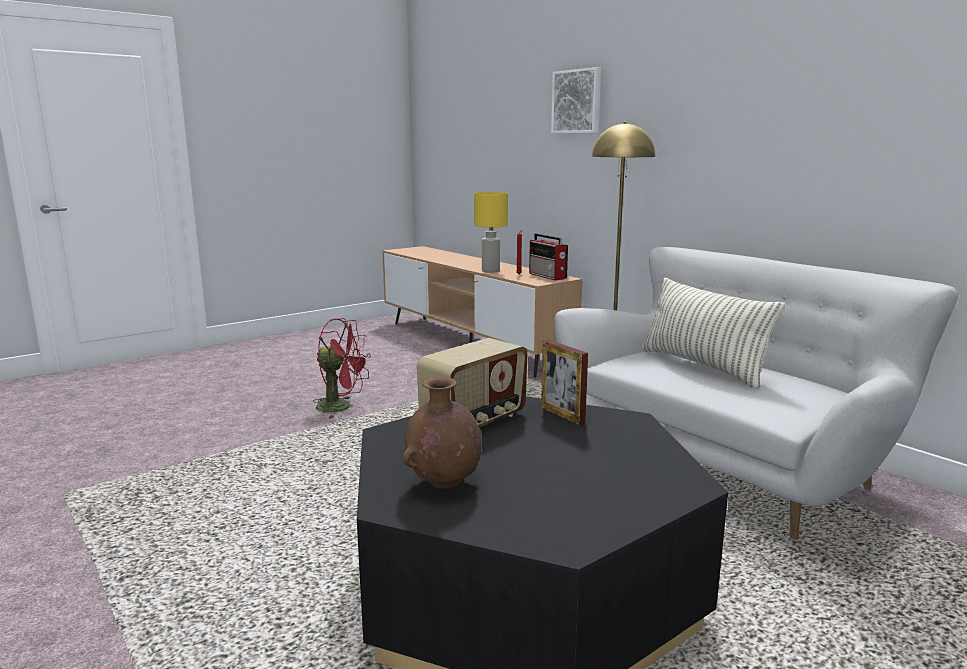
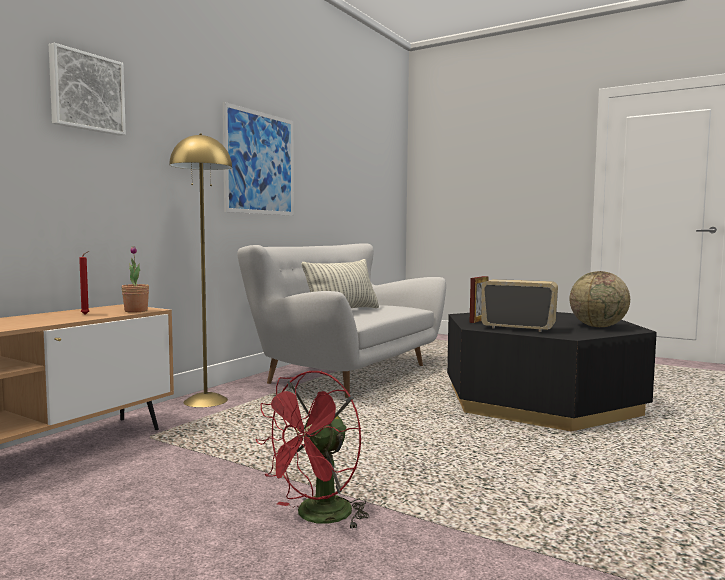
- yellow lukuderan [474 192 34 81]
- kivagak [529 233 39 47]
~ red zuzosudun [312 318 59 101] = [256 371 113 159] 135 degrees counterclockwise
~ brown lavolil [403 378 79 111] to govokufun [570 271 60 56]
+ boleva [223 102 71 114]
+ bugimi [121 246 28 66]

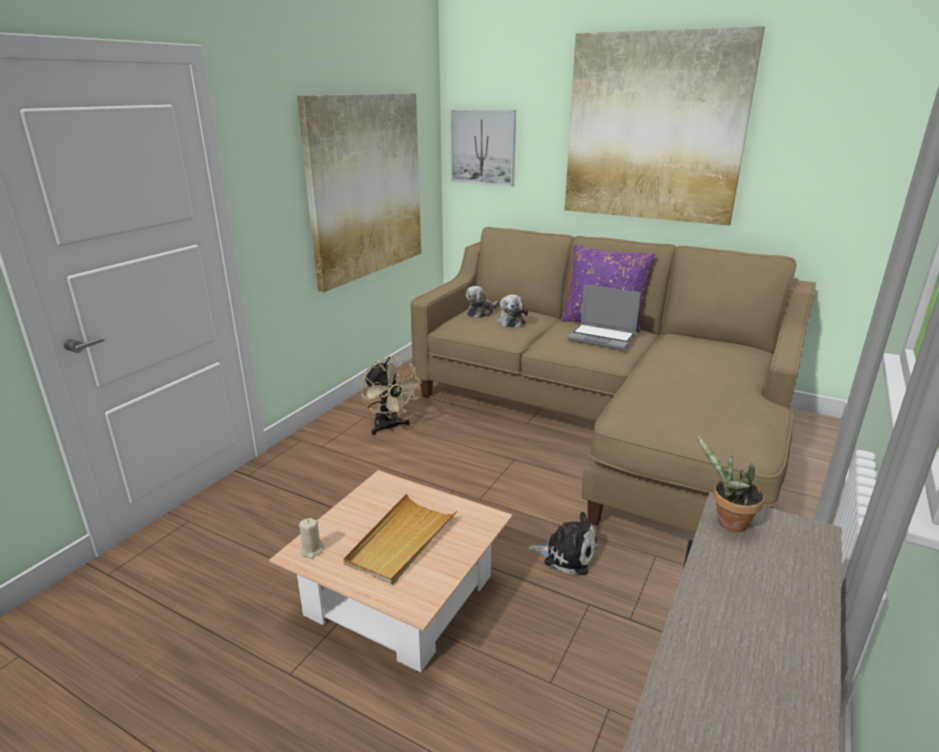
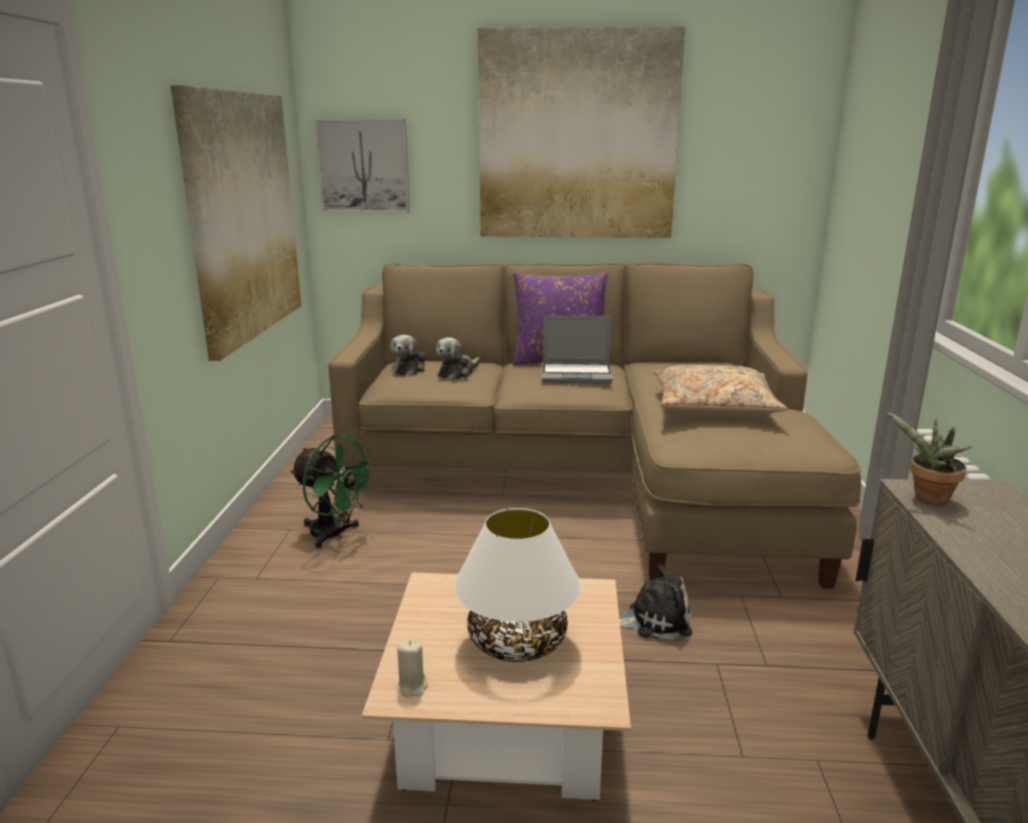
~ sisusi [497 294 31 34] = [436 337 44 43] 60 degrees clockwise
~ beige zuzosudun [361 357 61 78] to green zuzosudun [290 434 87 114]
~ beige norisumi [343 494 114 91] to white lukuderan [454 508 127 154]
+ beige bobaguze [654 365 134 51]

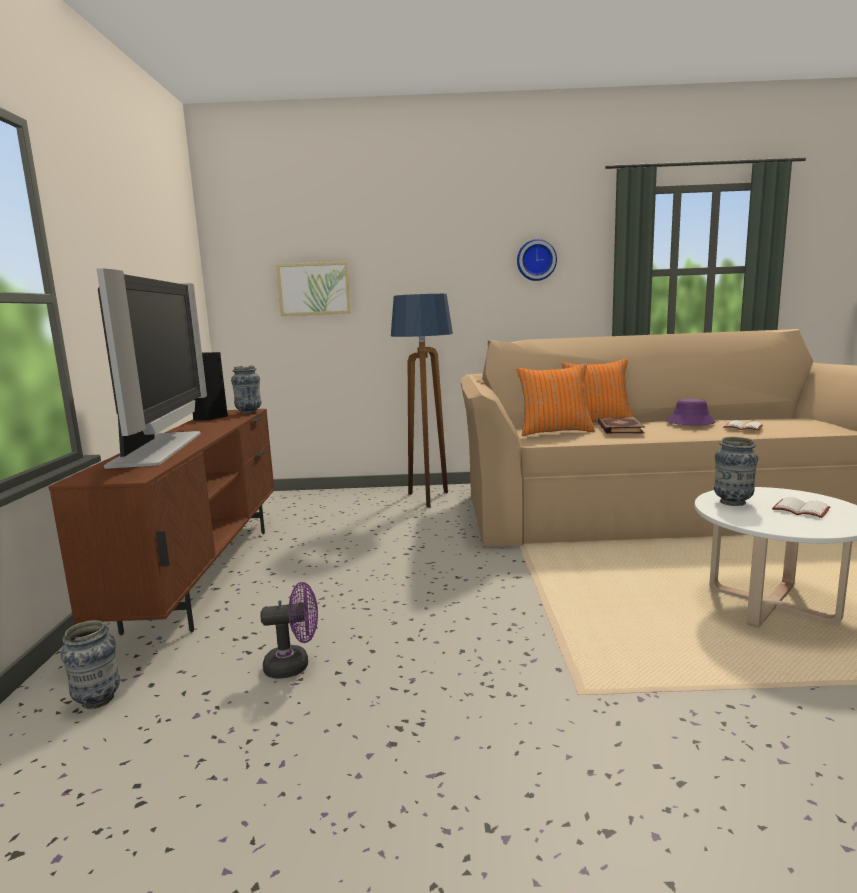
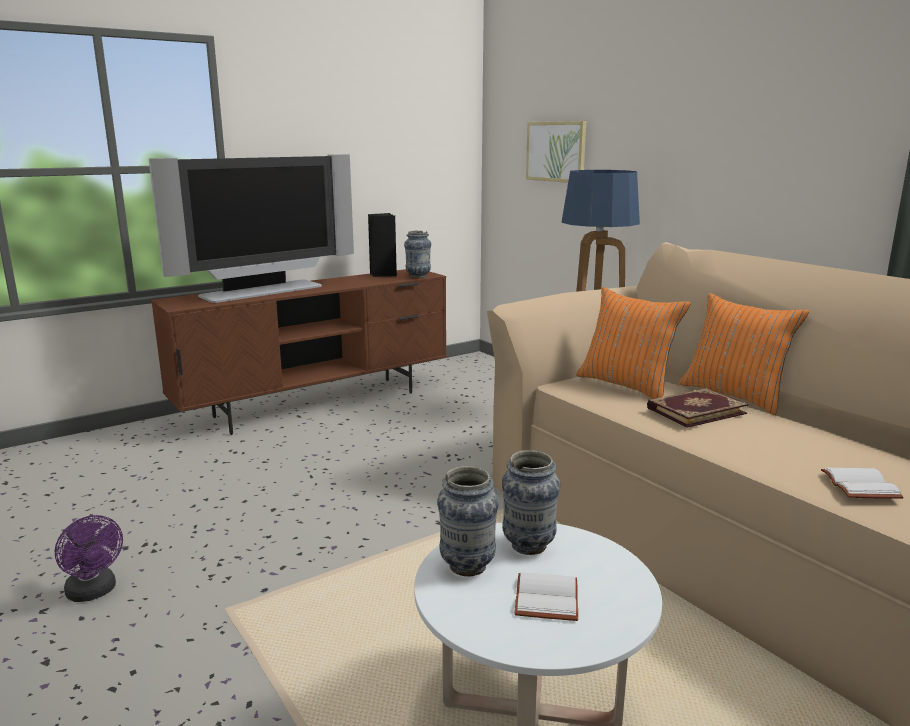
- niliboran [517 239 40 42]
- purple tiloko [666 399 49 26]
~ purple zuzosudun [260 582 58 97] to [55 515 68 87]
~ lavolil [61 620 59 89] to [437 466 62 111]

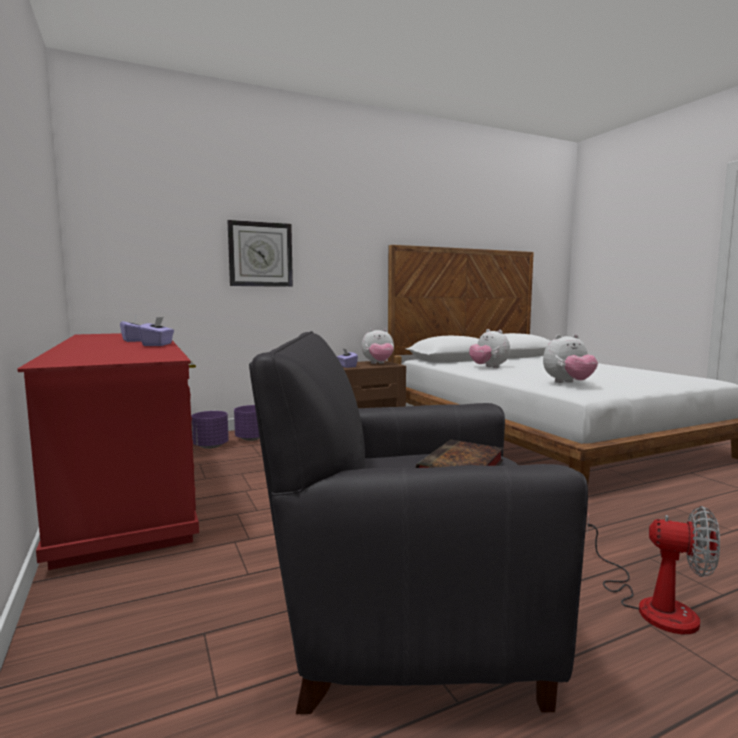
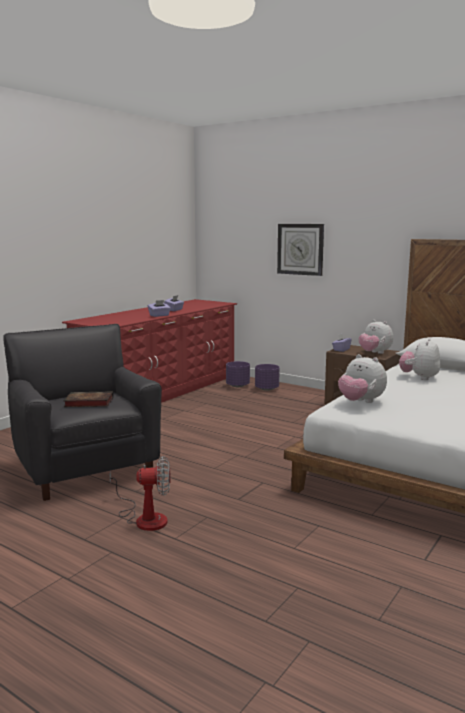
~ zuzosudun [587 506 133 128] = [110 456 60 75] 90 degrees counterclockwise

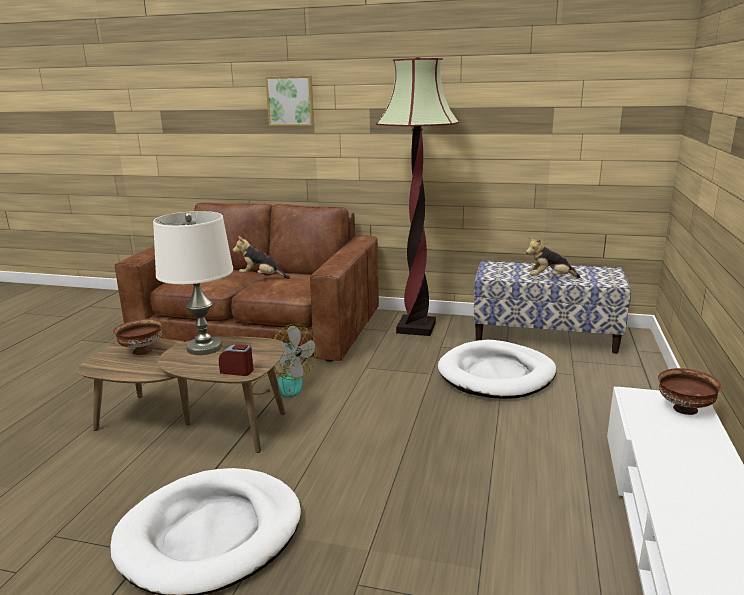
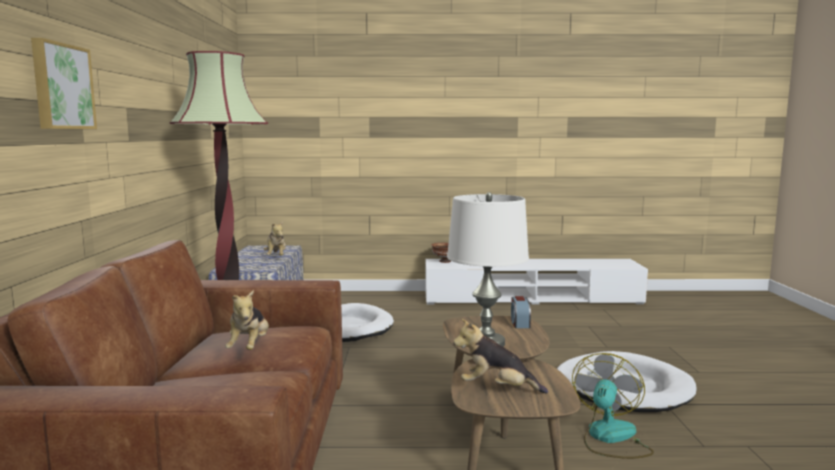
~ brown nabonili [113 319 49 36] to sisusi [453 318 95 76]
~ zuzosudun [252 324 65 74] to [572 353 82 106]

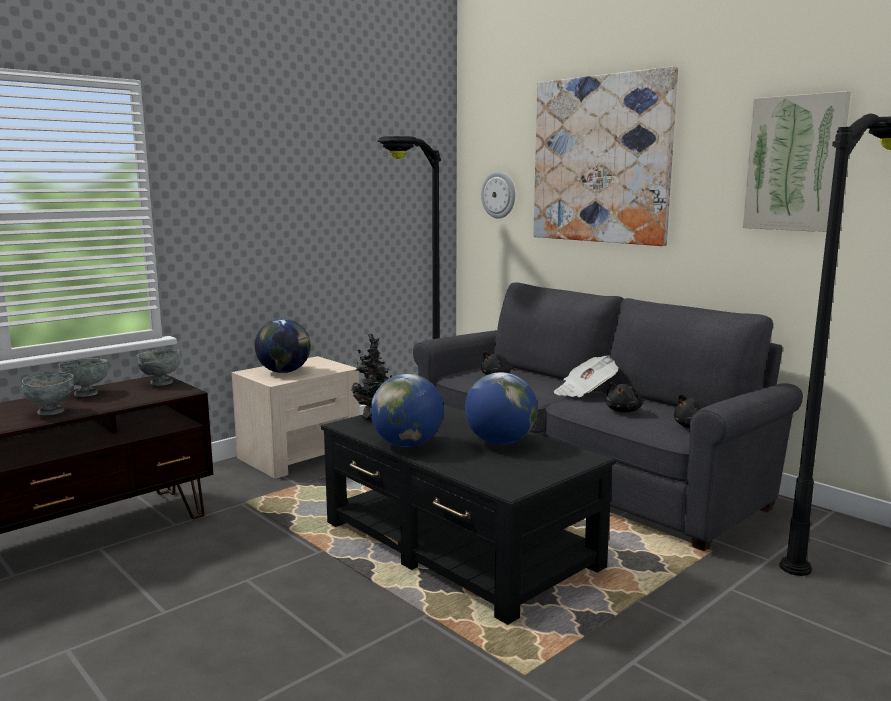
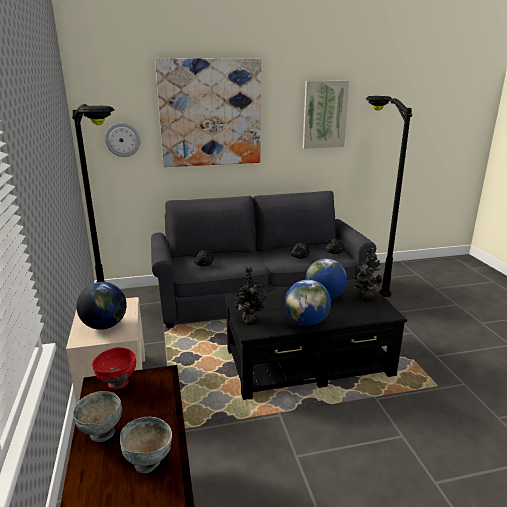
~ grey nabonili [137 349 43 37] to red nabonili [92 347 44 43]
- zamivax [554 355 64 42]
+ bugimi [353 248 29 51]

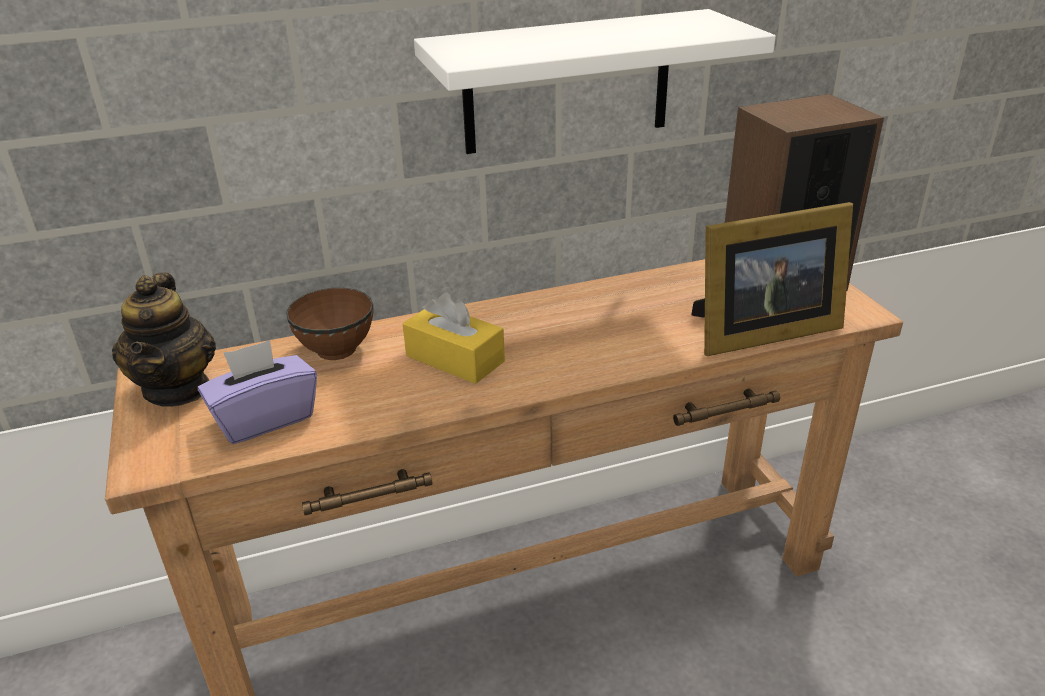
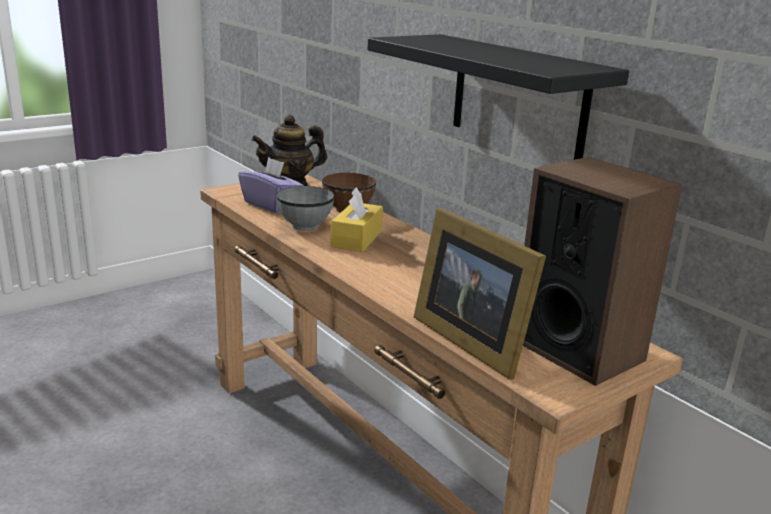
~ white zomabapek [414 9 362 145] to black zomabapek [368 34 261 126]
+ grey nabonili [276 186 59 45]

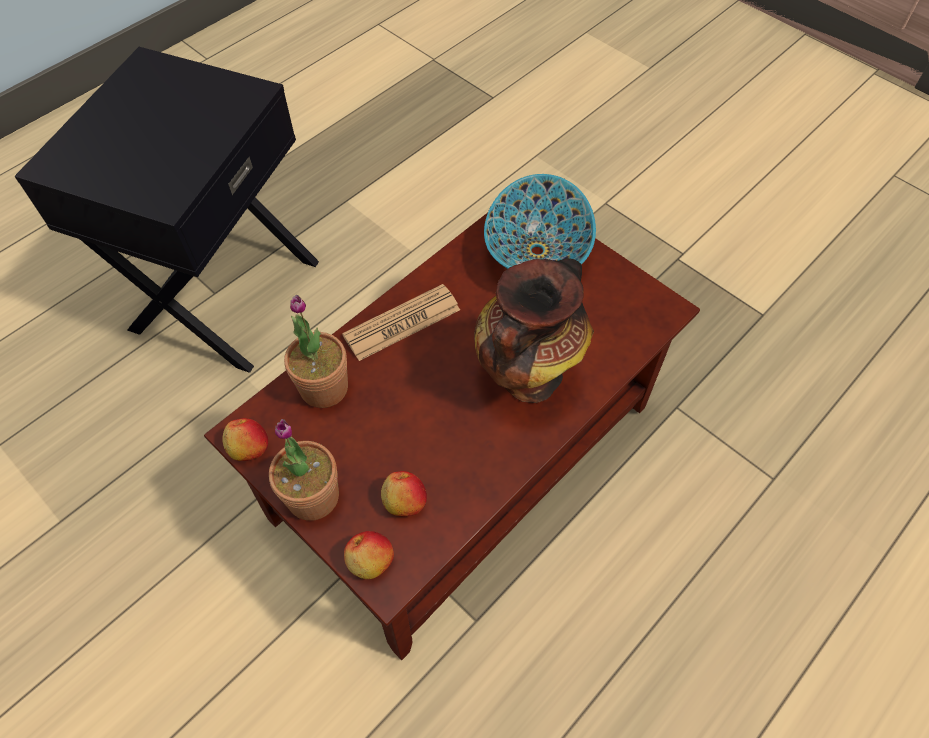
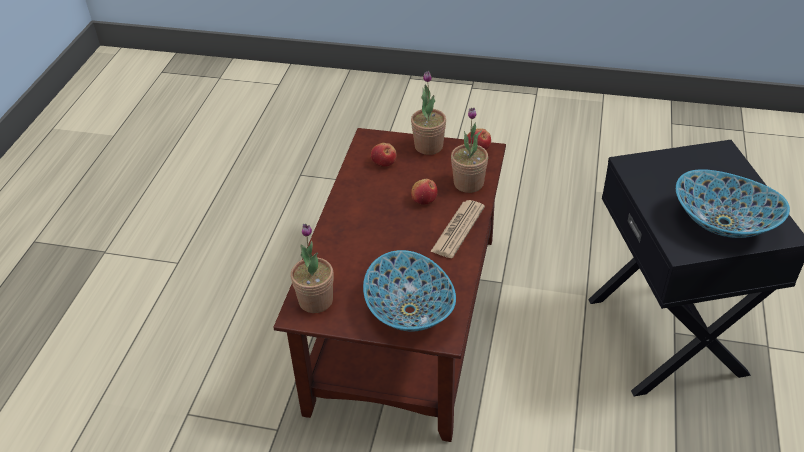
- lavolil [474 258 120 145]
~ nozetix [344 531 50 48] to [411 179 27 26]
+ nabonili [676 169 114 69]
+ bugimi [291 224 43 89]

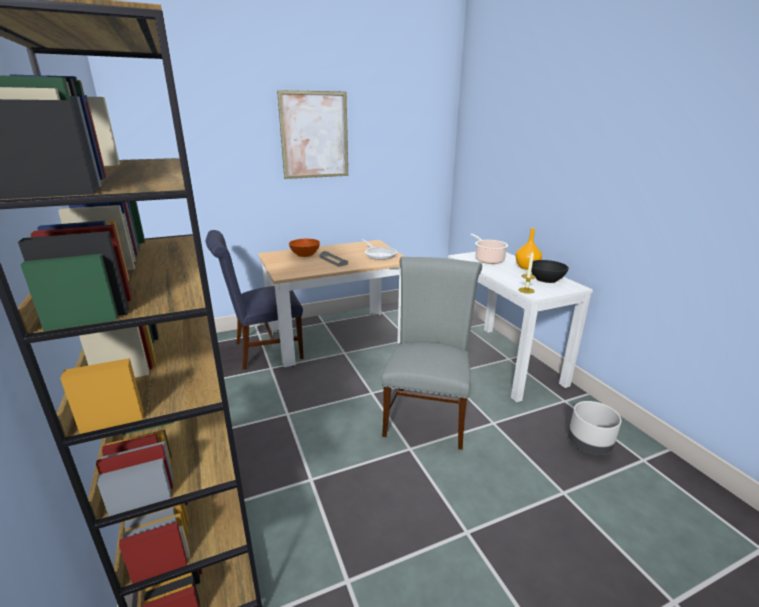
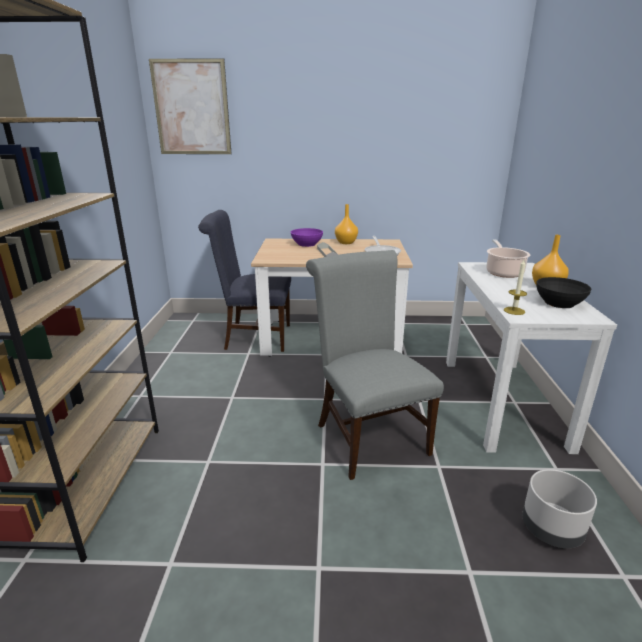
~ boleva [277 90 71 89] to [149 58 82 96]
~ orange nabonili [289 239 31 18] to purple nabonili [291 228 32 19]
~ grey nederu [381 257 101 193] = [306 250 138 230] 60 degrees counterclockwise
+ orange lavolil [335 204 23 40]

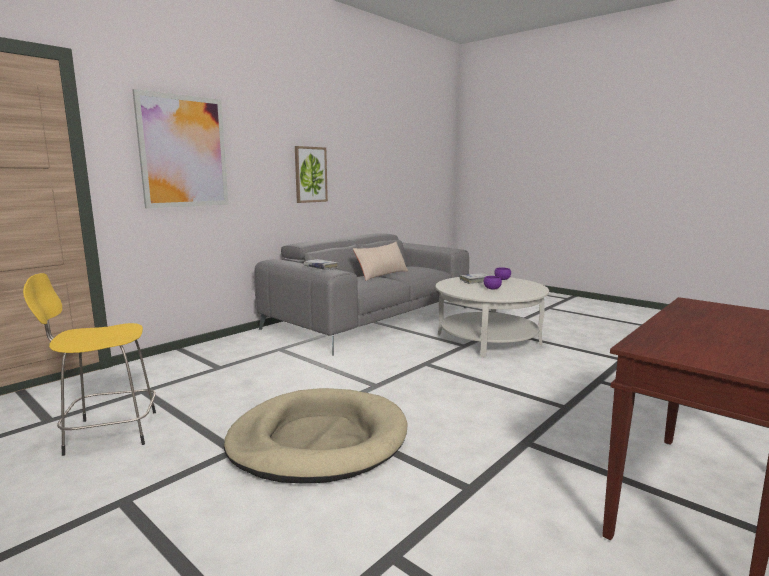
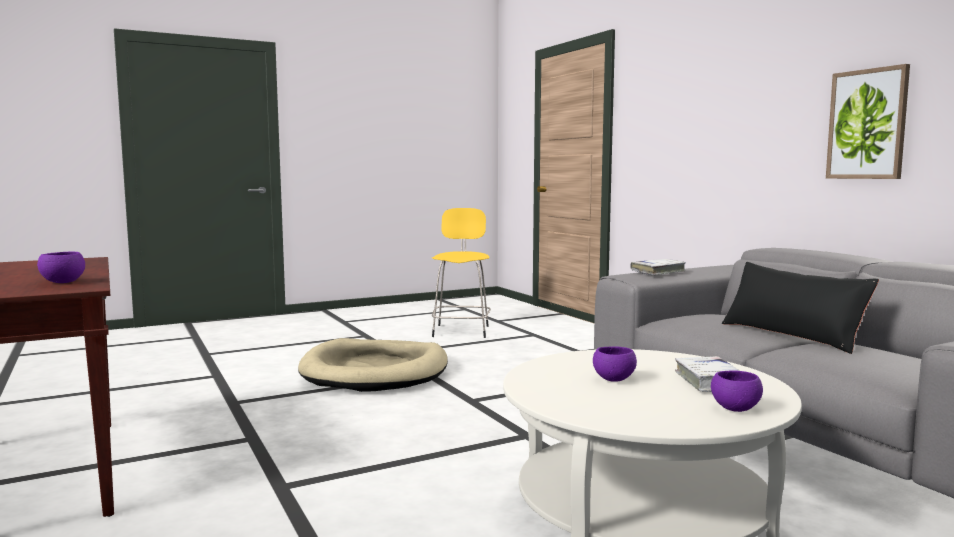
- boleva [132 89 96 119]
~ beige bobaguze [353 242 55 39] to black bobaguze [722 262 157 92]
+ purple nabonili [37 252 48 31]

